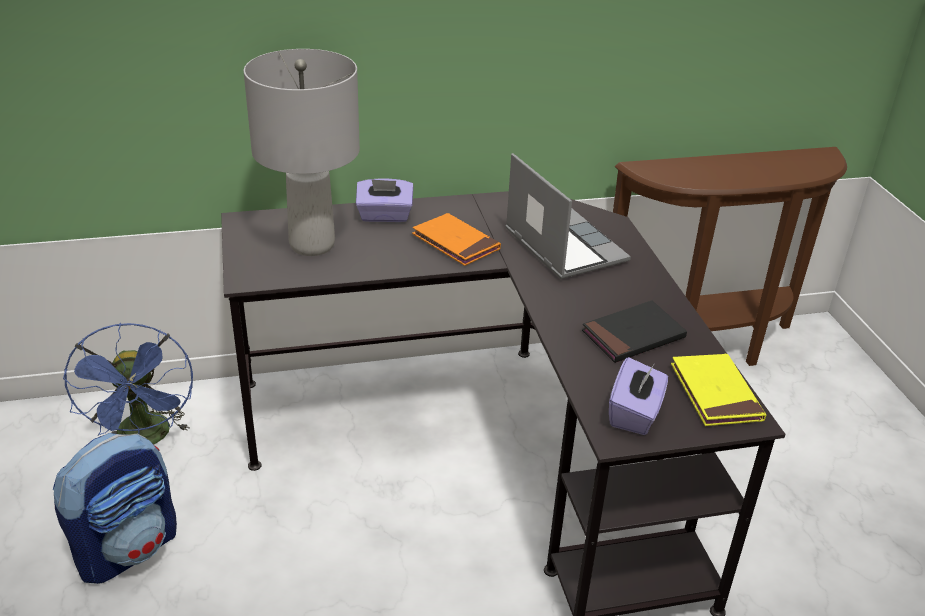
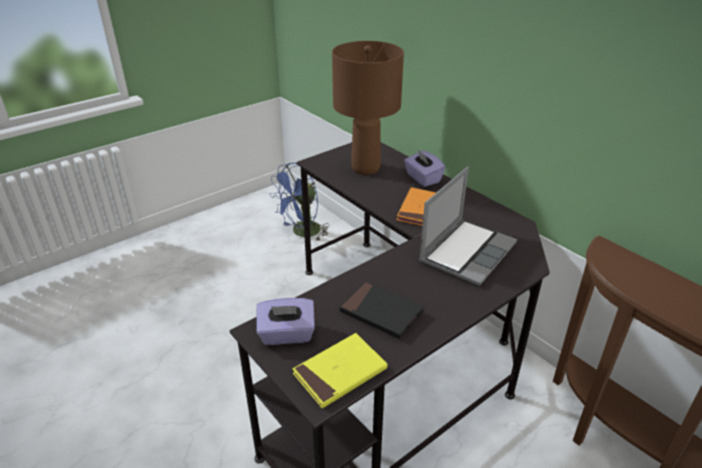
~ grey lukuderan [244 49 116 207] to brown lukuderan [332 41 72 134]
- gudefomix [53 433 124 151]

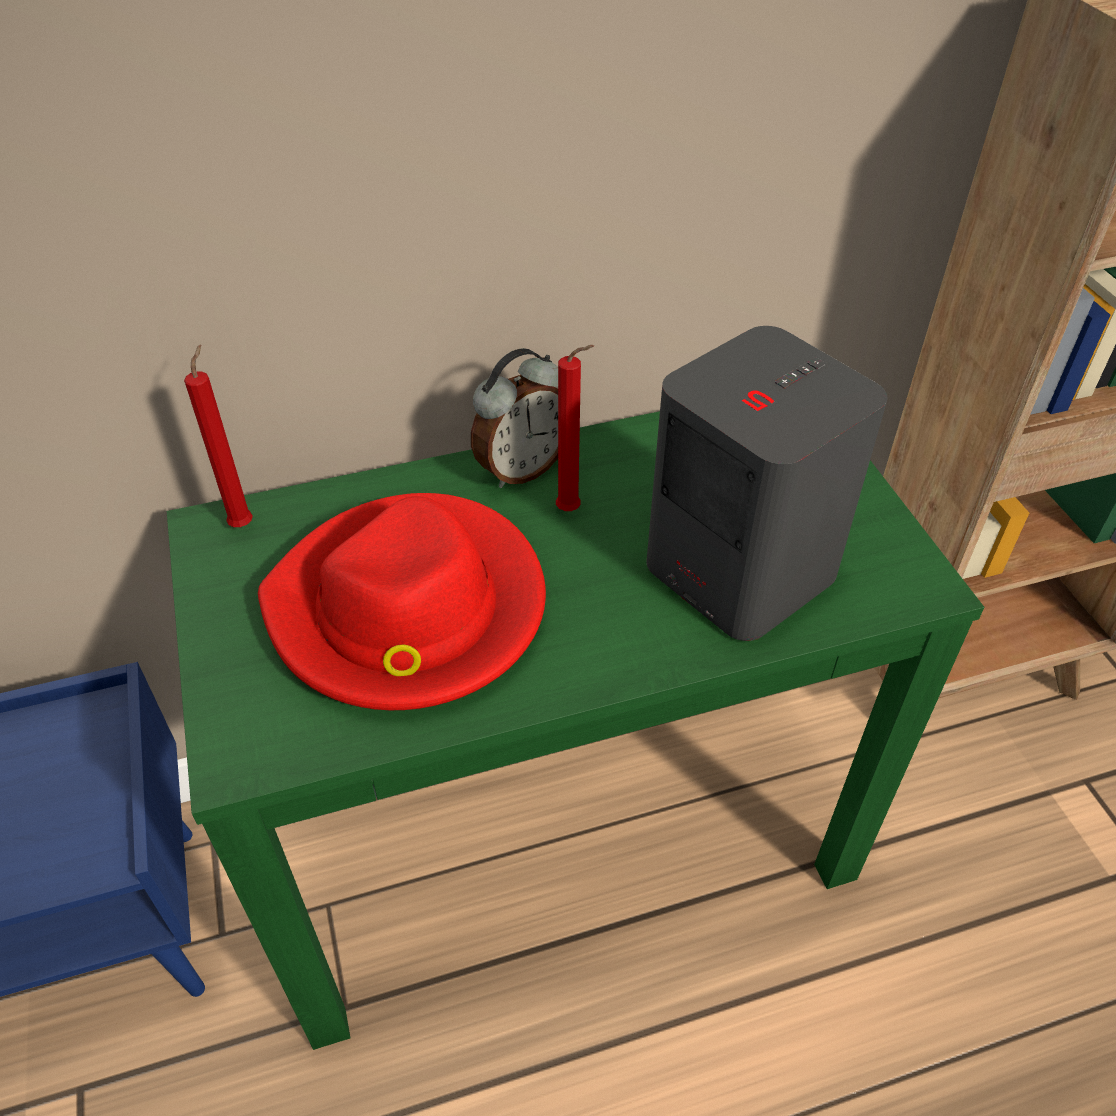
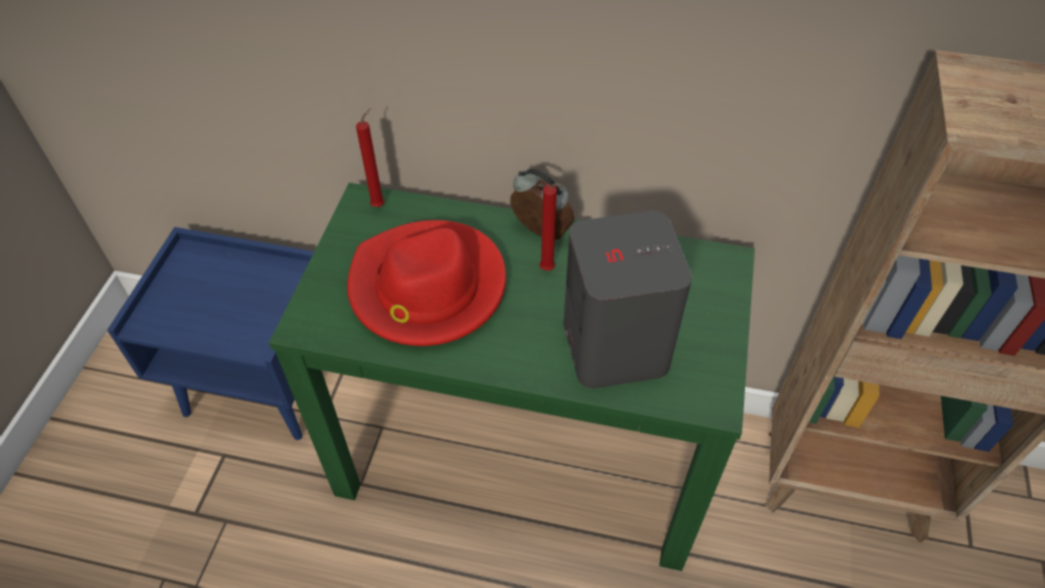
~ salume [471 348 87 140] = [510 169 64 71] 135 degrees counterclockwise

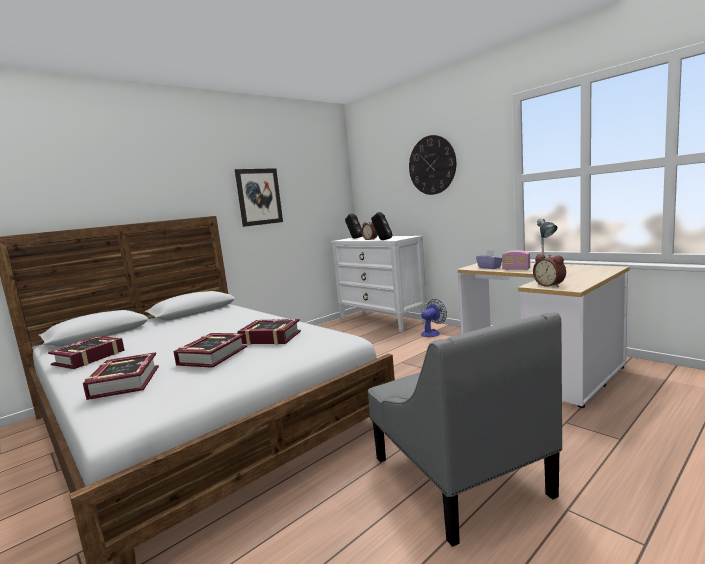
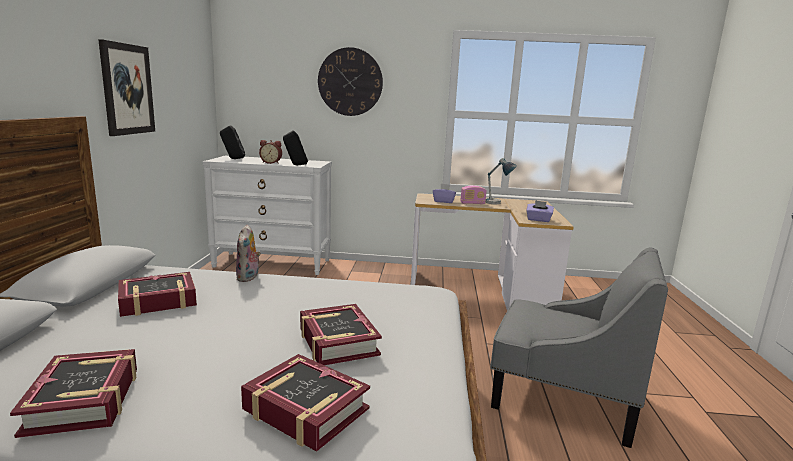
~ salume [533 254 33 33] to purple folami [526 200 28 22]
- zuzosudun [421 299 26 38]
~ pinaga [237 319 64 26] to [118 272 79 45]
+ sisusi [236 224 25 58]

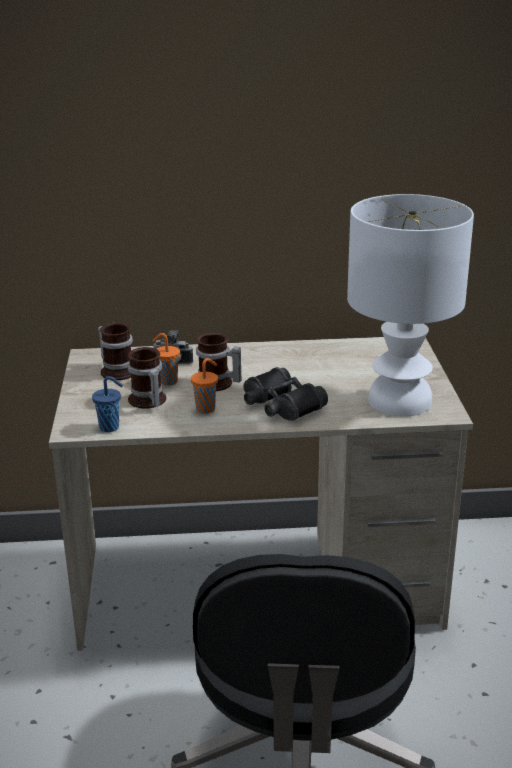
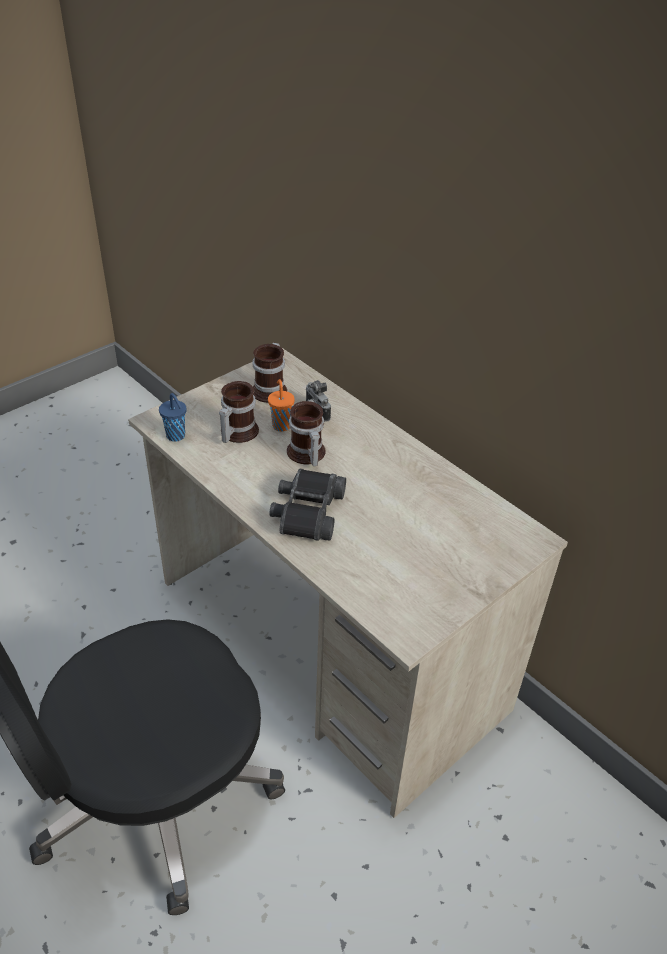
- white lukuderan [347 194 127 223]
- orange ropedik [191 358 27 56]

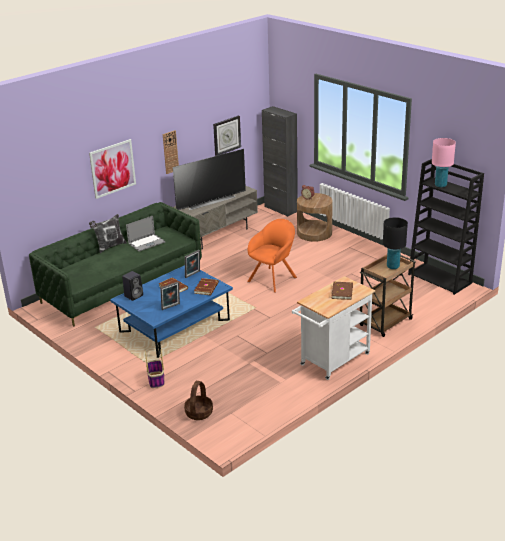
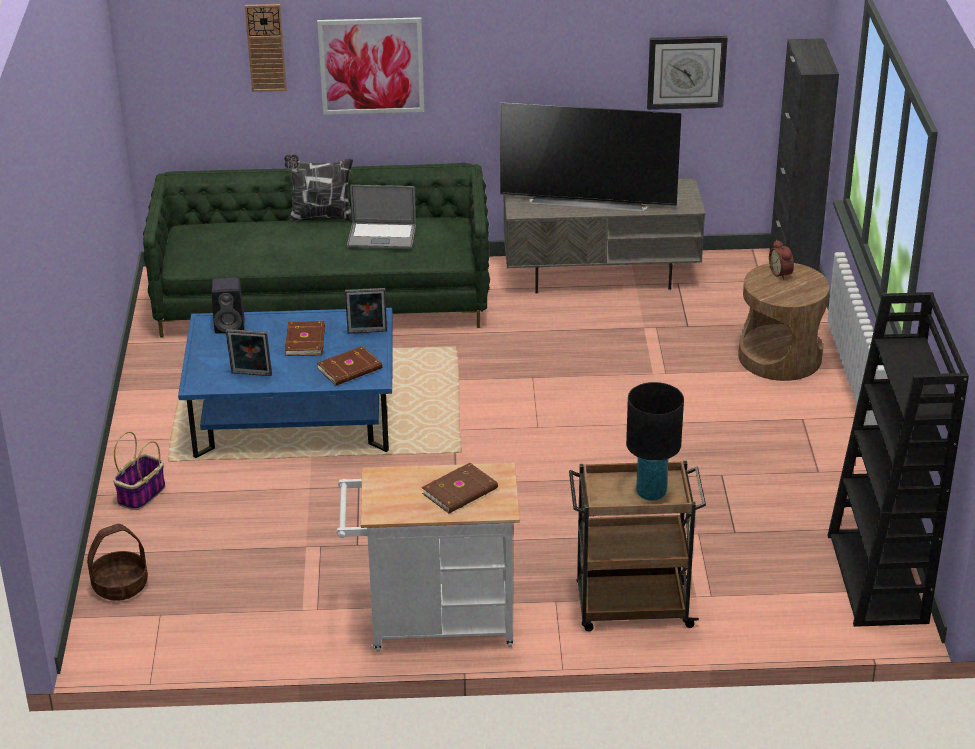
~ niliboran [163 130 16 44] to [245 4 42 88]
- pink lukuderan [432 138 24 49]
- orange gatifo [247 219 50 74]

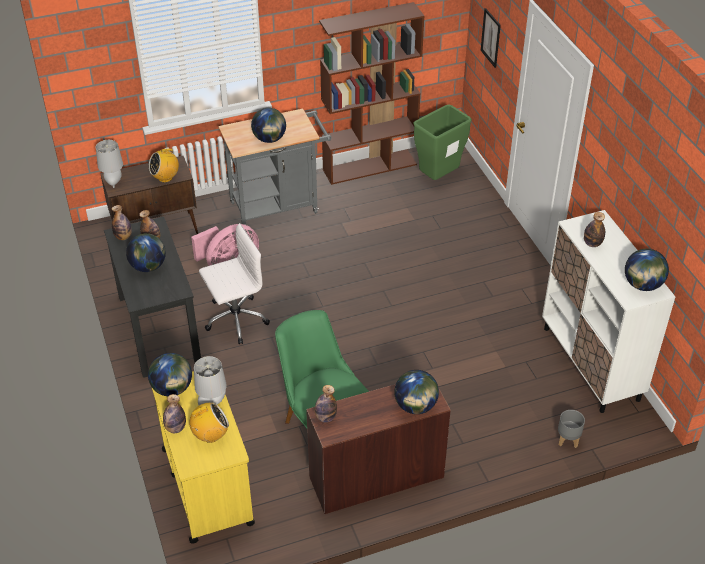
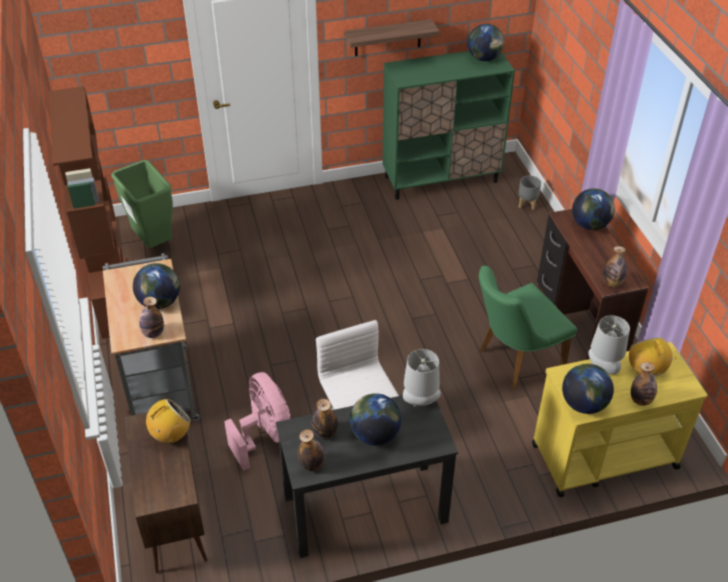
- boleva [481 8 20 60]
~ grey lukuderan [96 140 27 48] to [403 349 38 58]
~ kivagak [149 146 30 37] = [146 398 45 45] 105 degrees counterclockwise
~ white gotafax [542 210 133 203] to green gotafax [382 51 133 149]
~ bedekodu [584 212 21 35] to [139 297 25 41]
+ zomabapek [344 19 95 37]

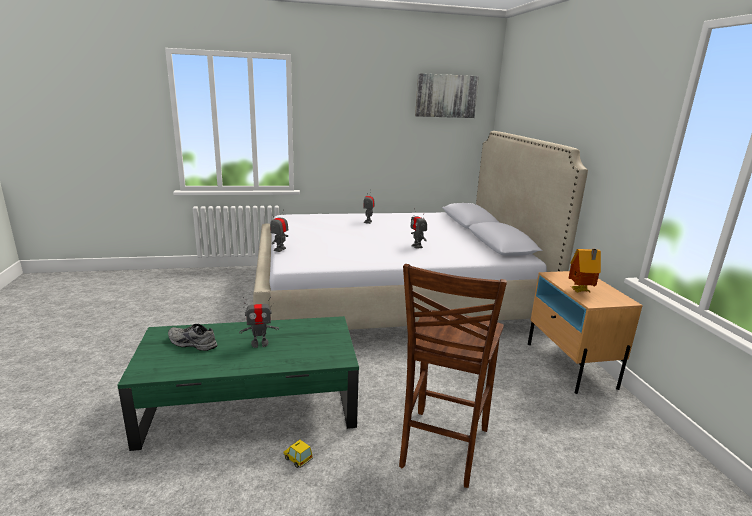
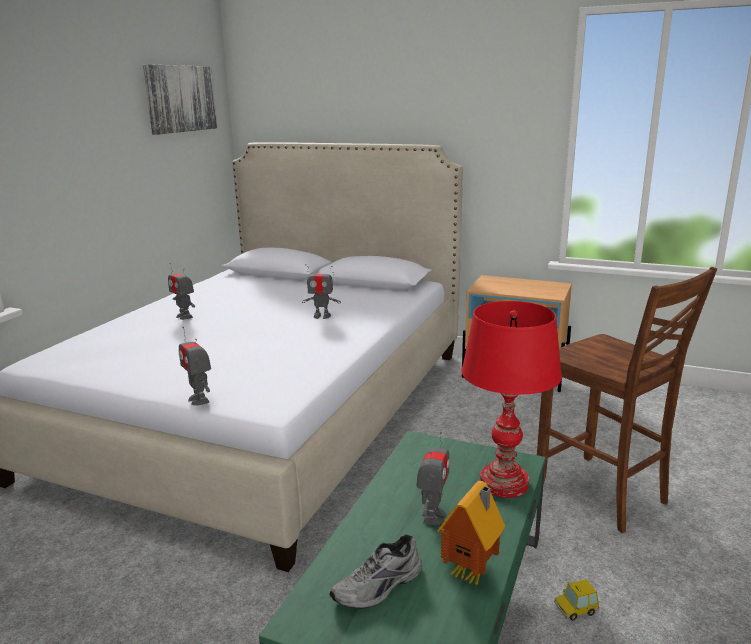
~ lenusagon [568 249 33 43] to [437 481 68 104]
+ red lukuderan [461 301 101 197]

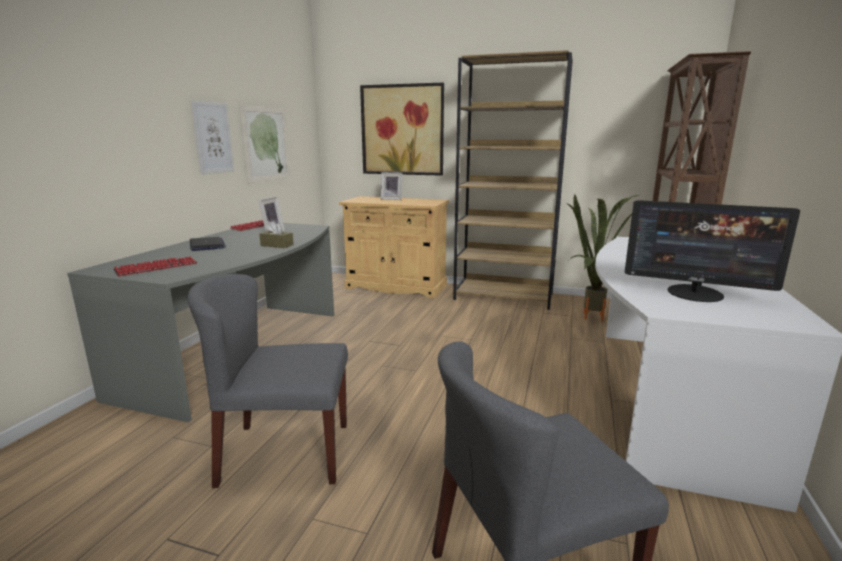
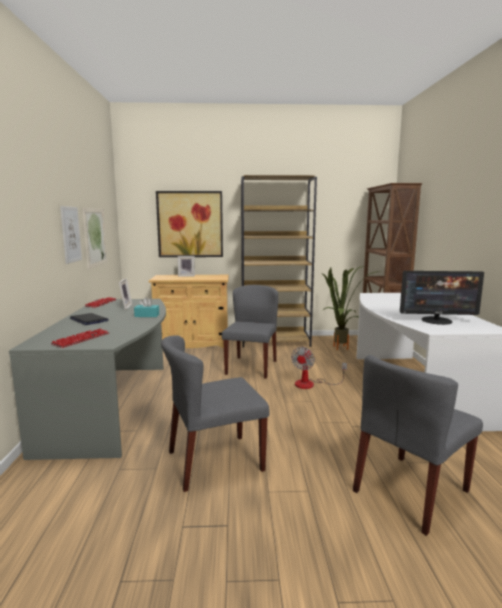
~ brown folami [259 221 35 27] to turquoise folami [134 297 25 20]
+ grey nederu [222 285 56 94]
+ zuzosudun [291 347 56 42]

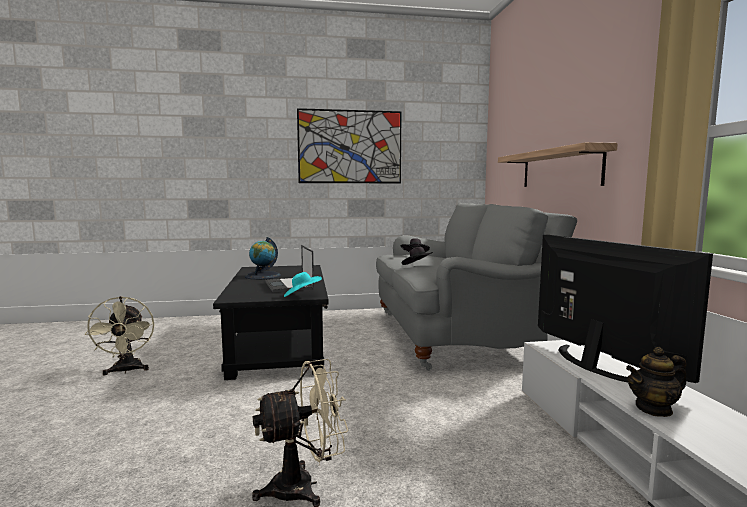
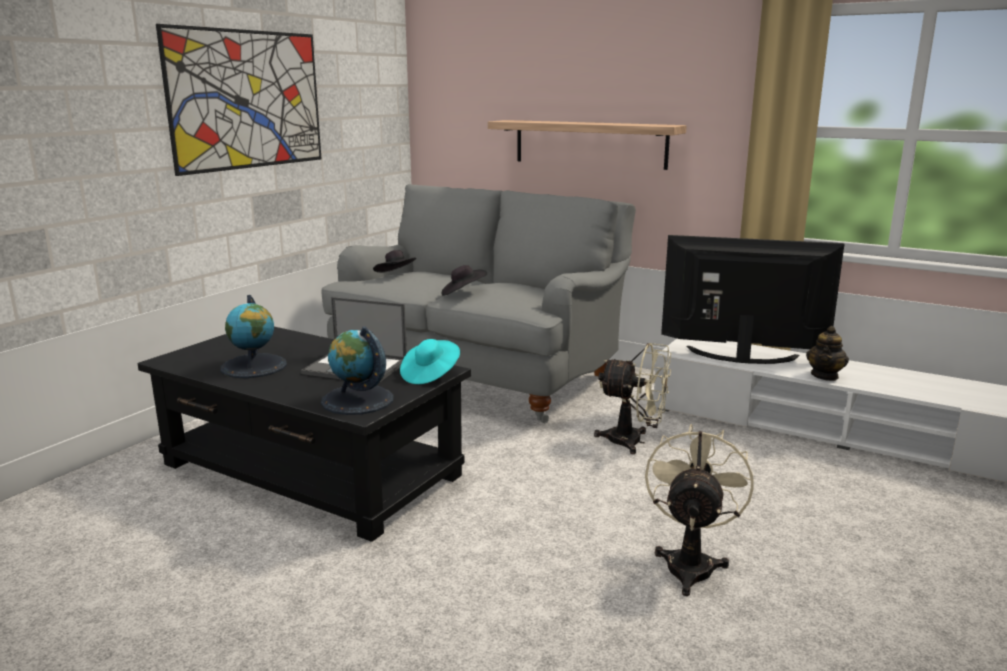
~ beige zuzosudun [84 296 70 79] to [594 343 77 111]
+ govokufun [321 326 73 89]

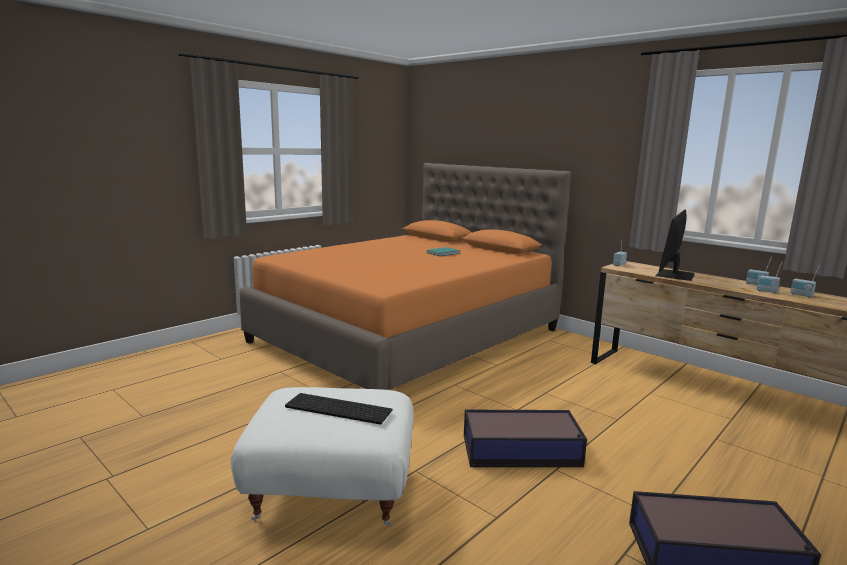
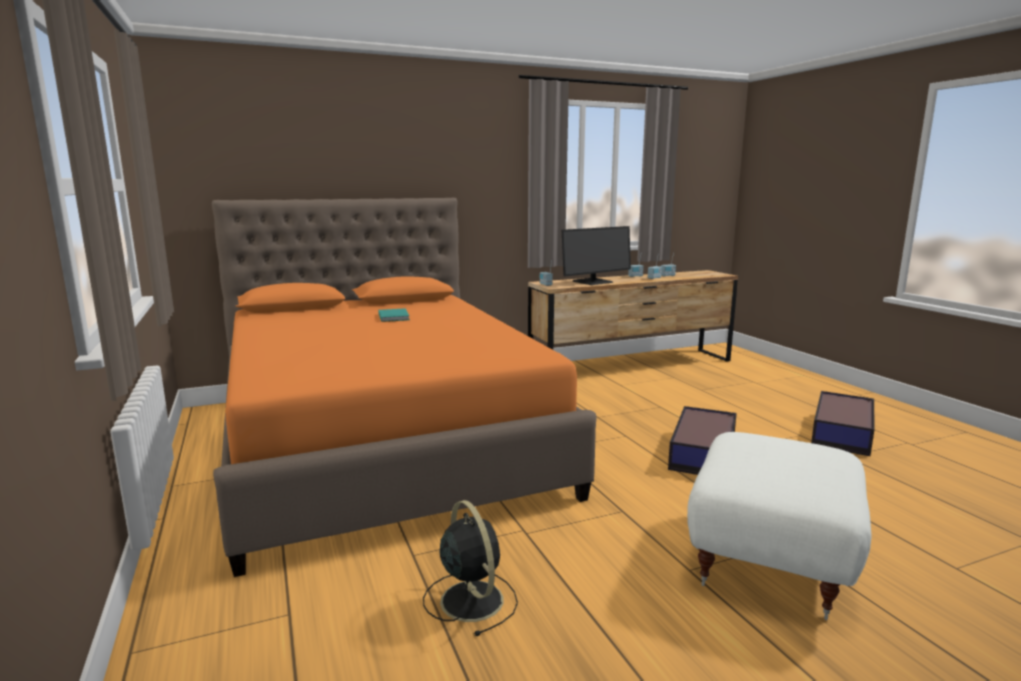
~ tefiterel [656 209 39 72] = [562 226 69 59] 90 degrees counterclockwise
- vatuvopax [285 393 107 31]
+ black zuzosudun [423 500 95 136]

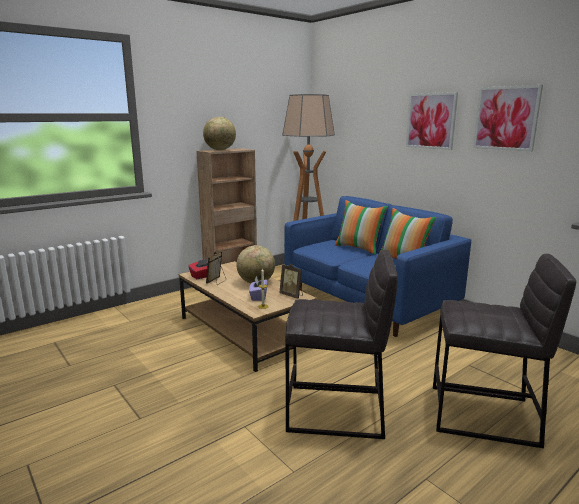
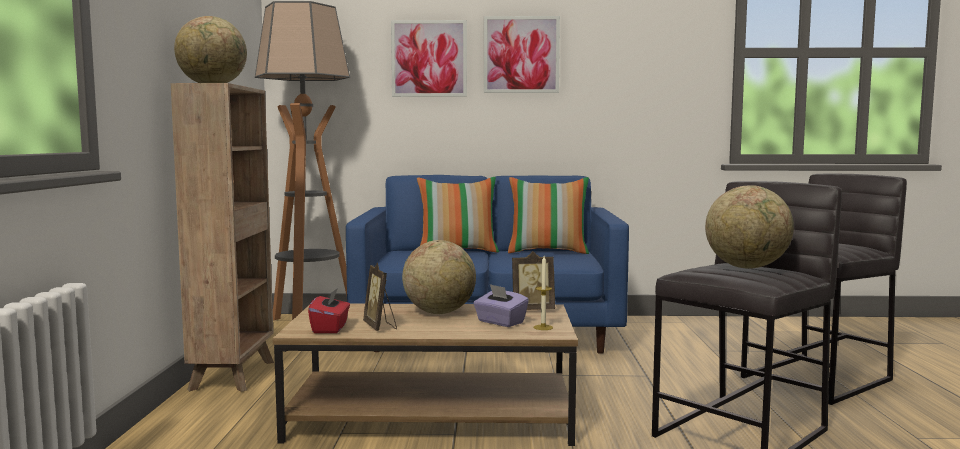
~ boleva [473 85 70 67] to [391 20 76 77]
+ govokufun [705 185 89 84]

